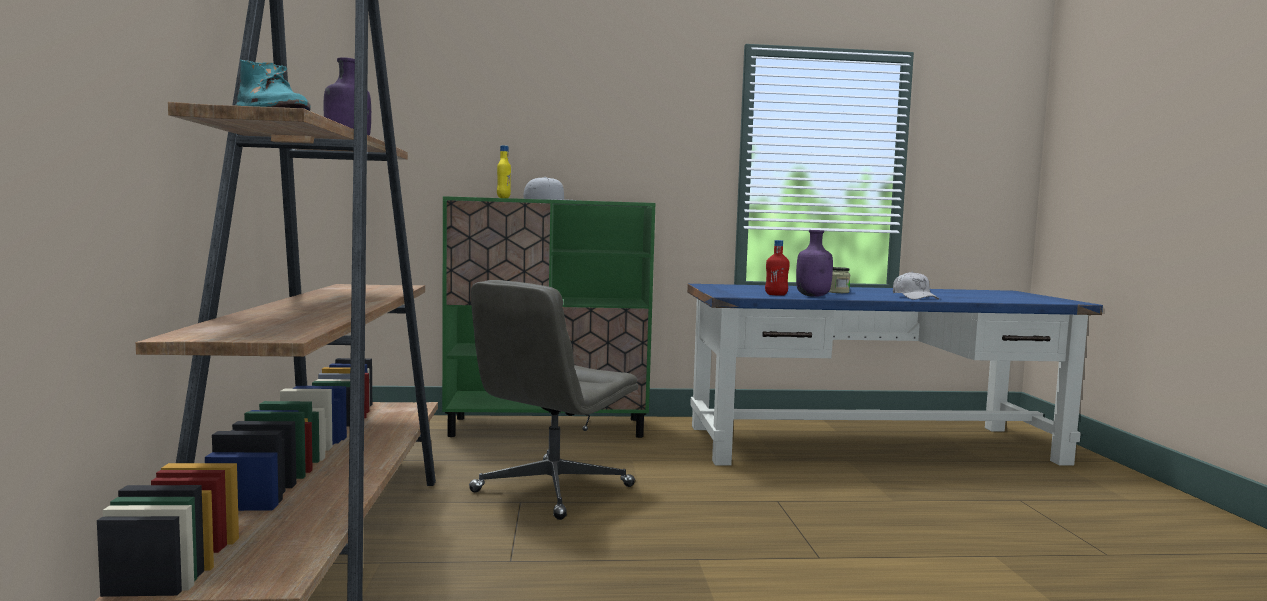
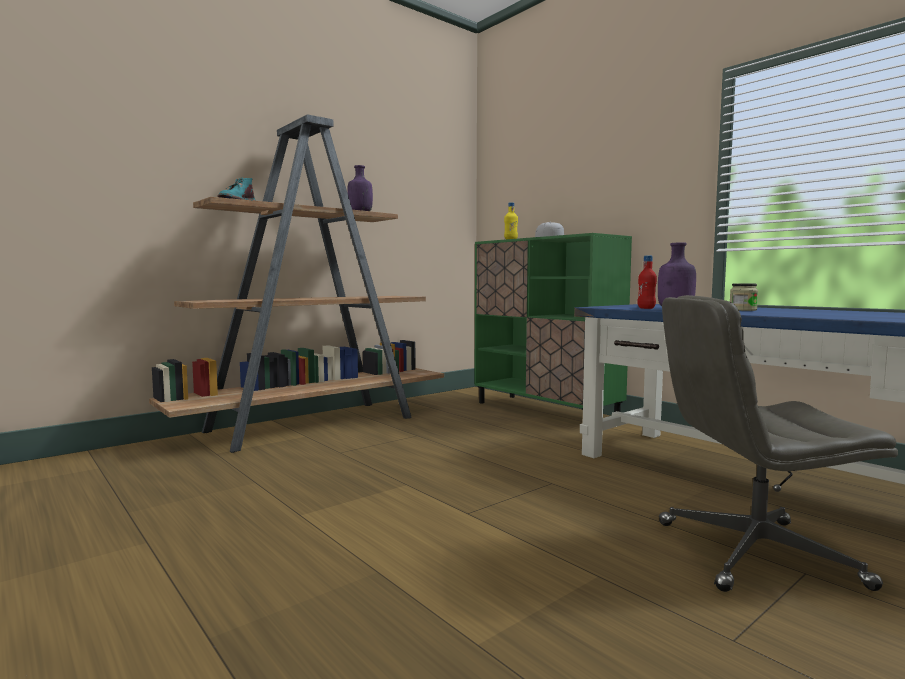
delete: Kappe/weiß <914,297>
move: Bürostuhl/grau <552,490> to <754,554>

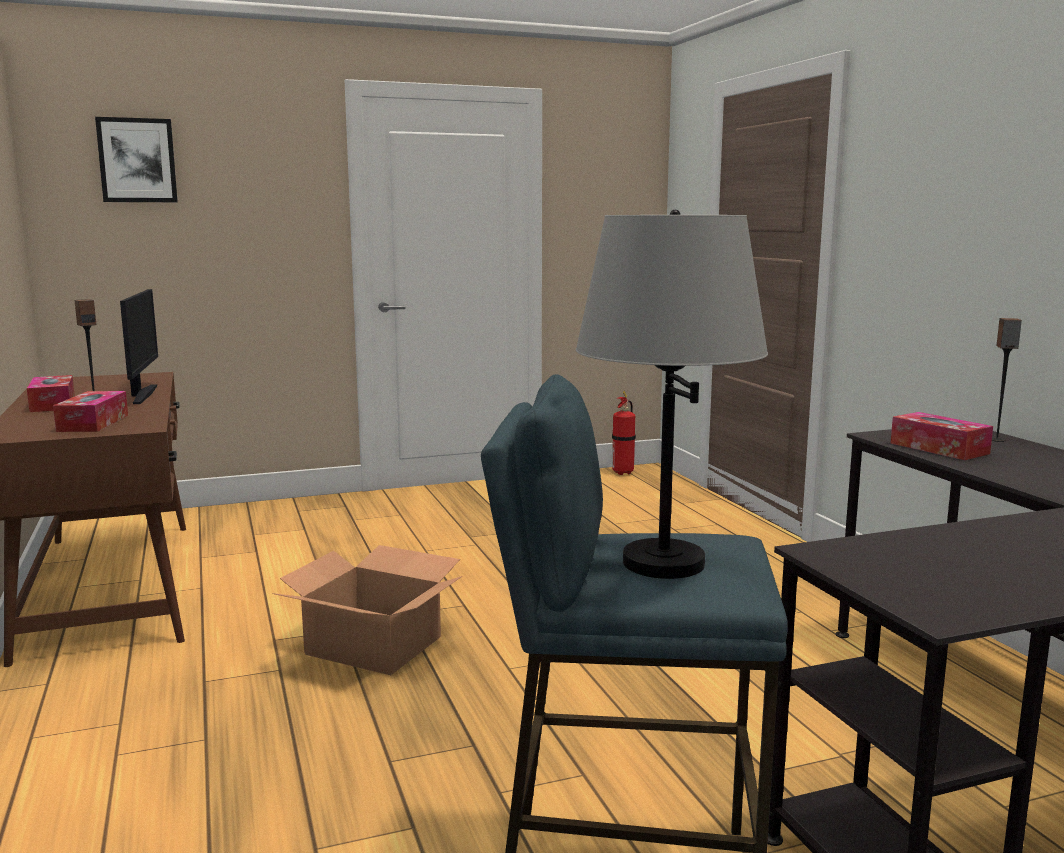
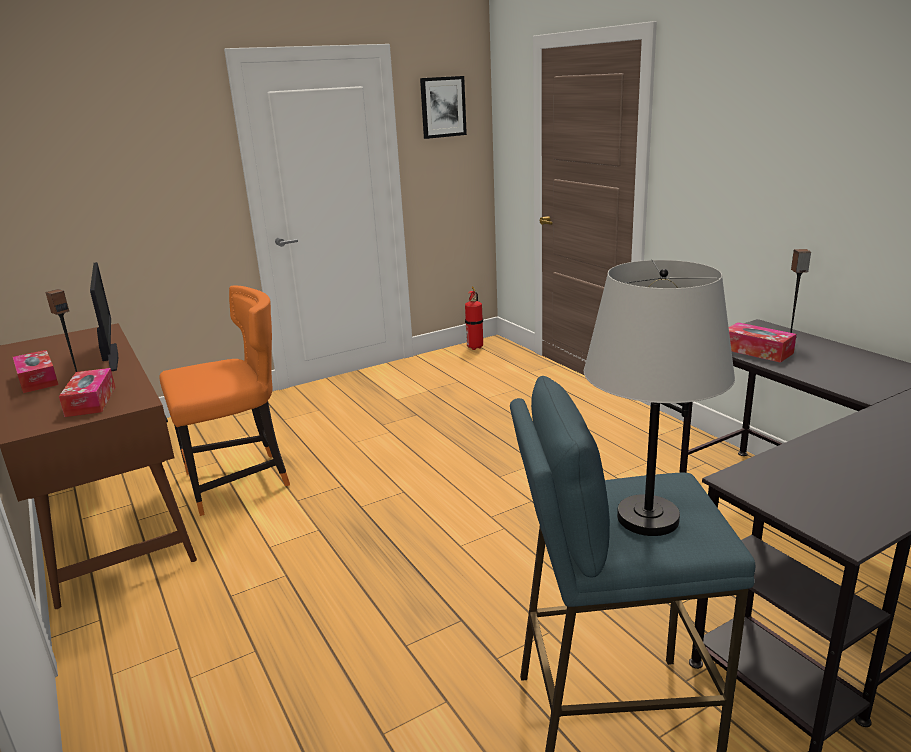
delete: Karton <374,645>
insert: Stuhl/orange <240,481>
move: Bild <137,160> to <443,107>

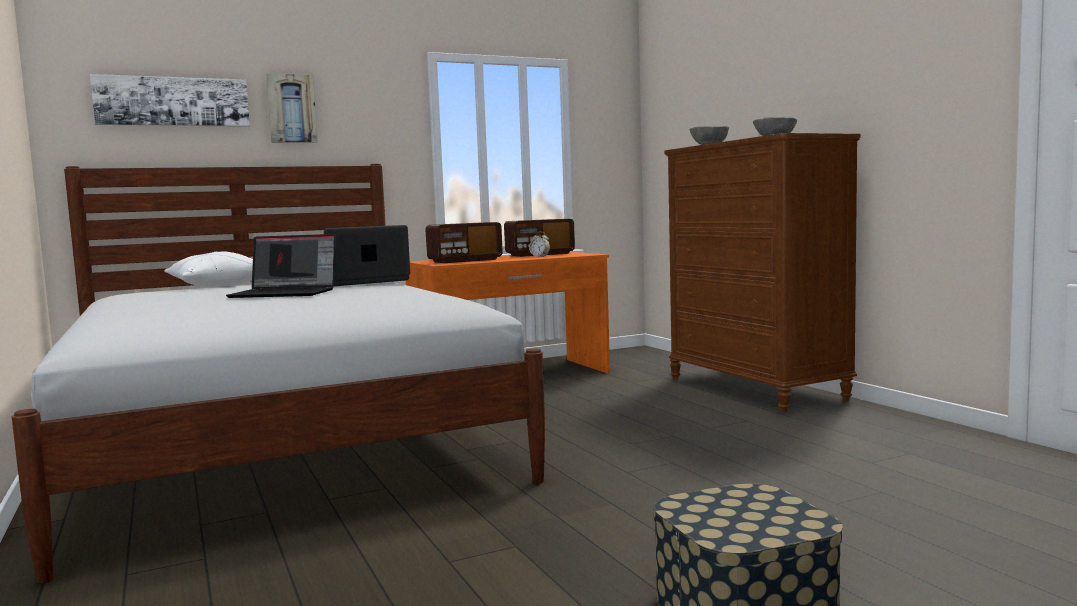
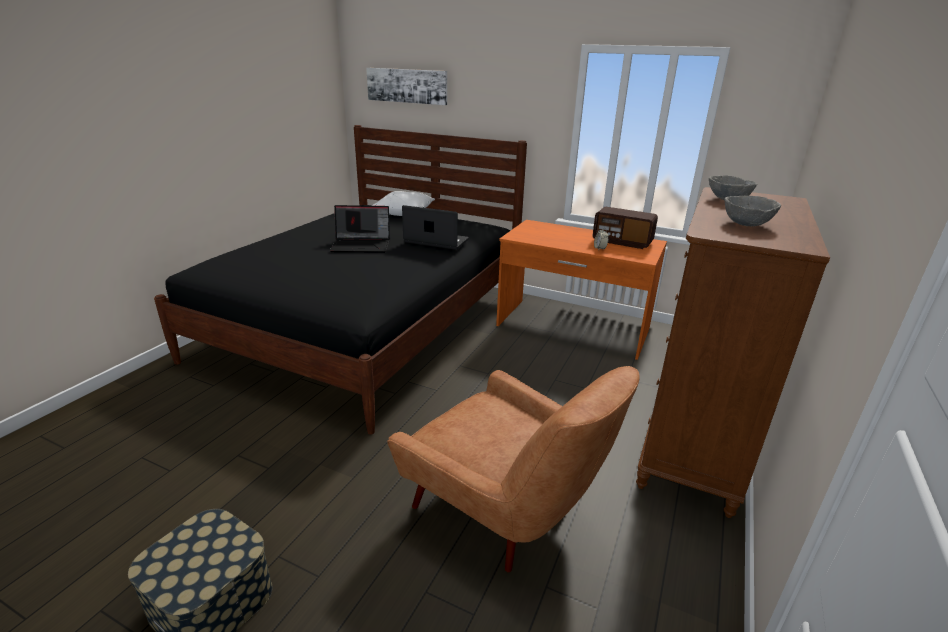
delete: Bild <291,109>; Radio <465,261>
insert: Sessel/braun <505,514>
recolor: Bett/weiß <280,443> to Bett/schwarz <368,323>
rotate: Laptop <286,293> = <362,245> 60 degrees counterclockwise

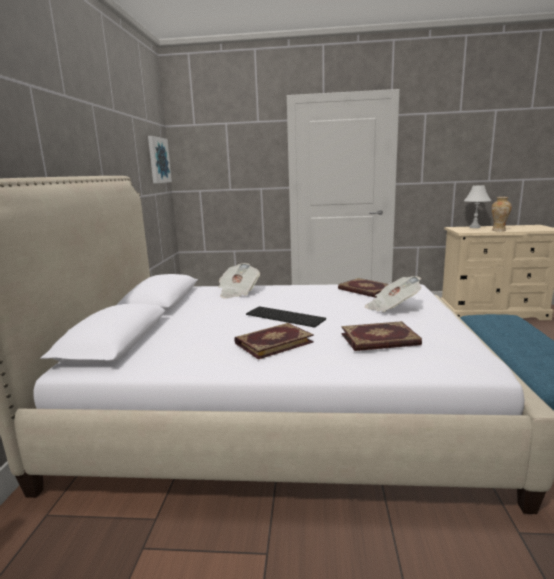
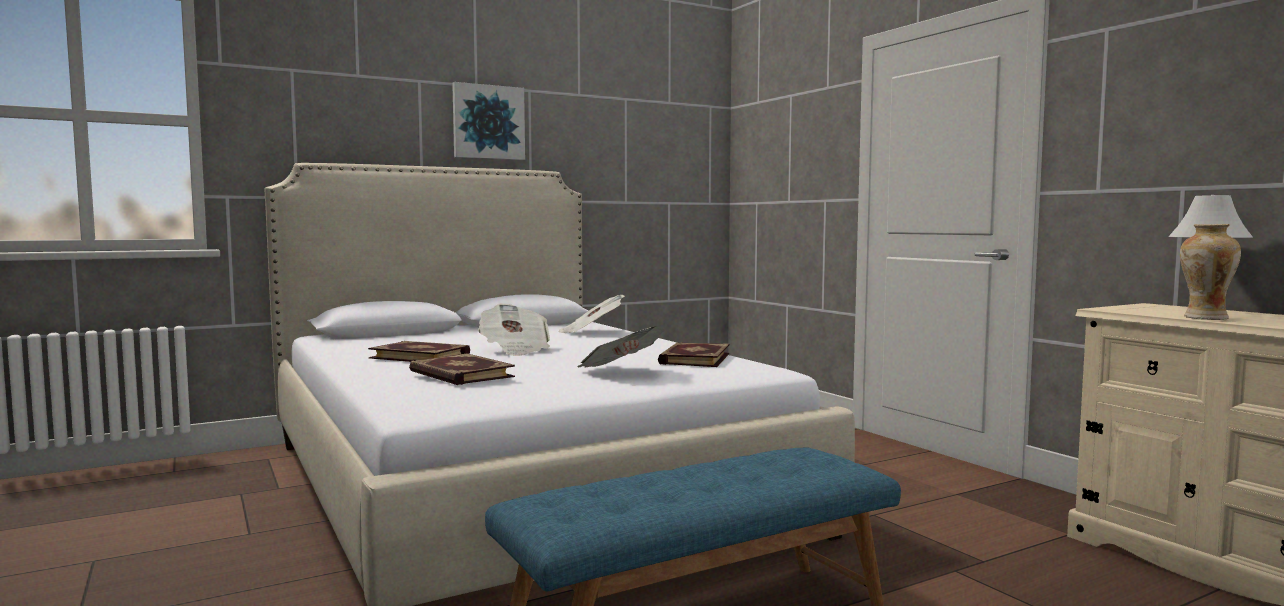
move: Bild <158,160> to <488,122>
replace: Tastatur <286,316> to Zeitung <515,350>

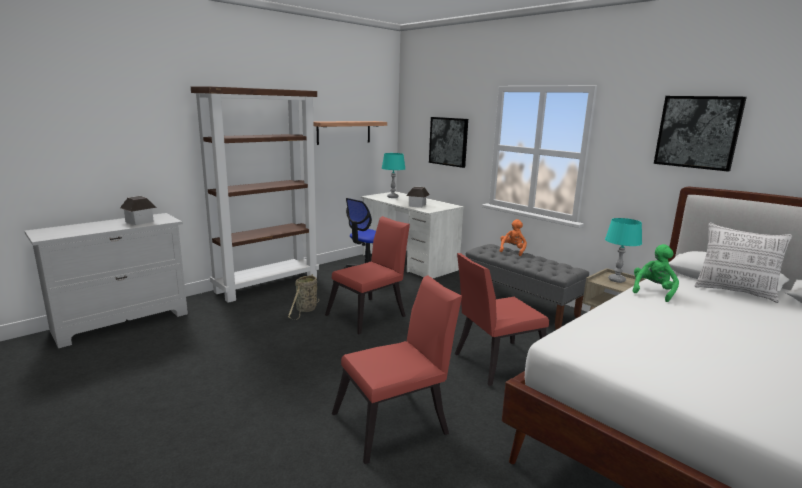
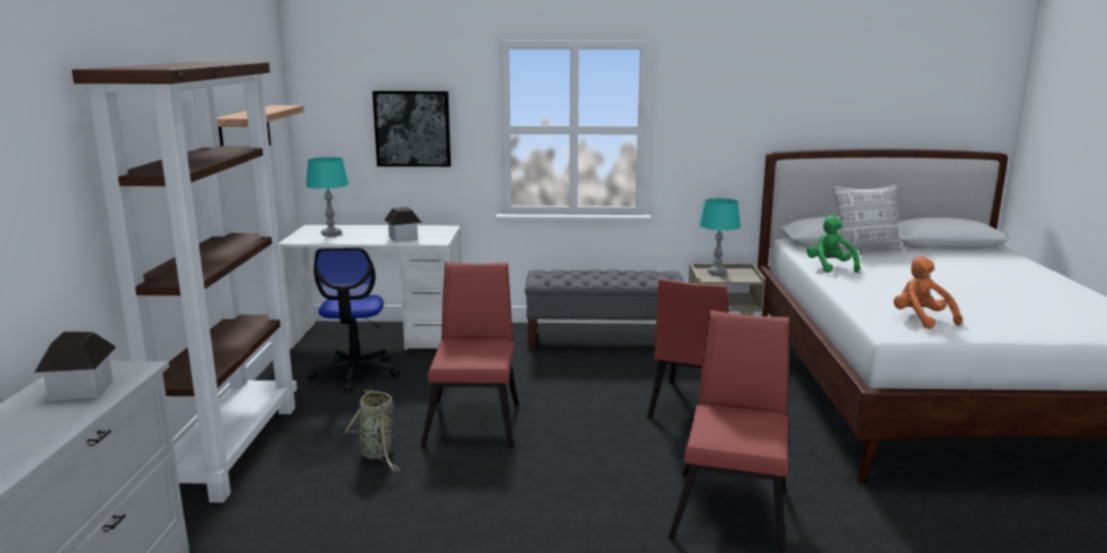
delete: Bild <697,132>
move: Plüschtier/orange <512,250> to <921,319>

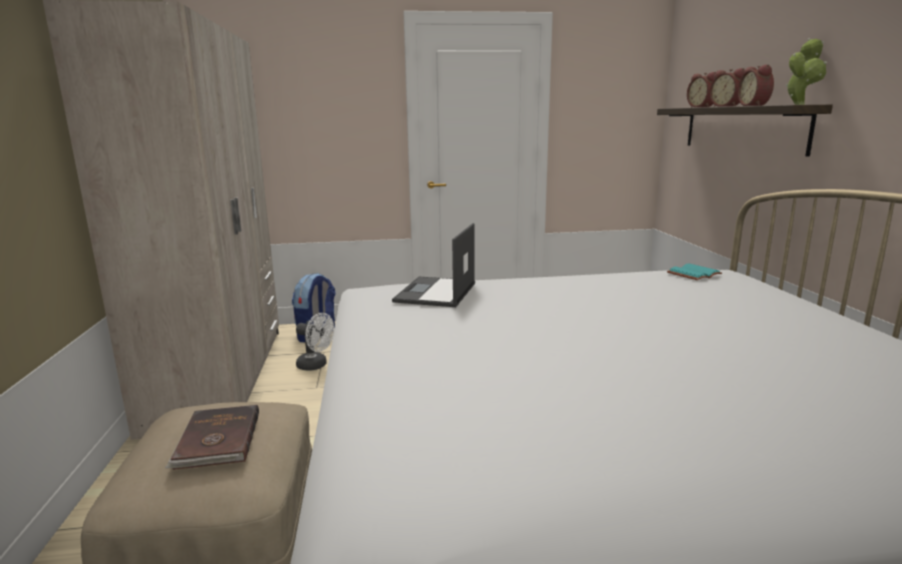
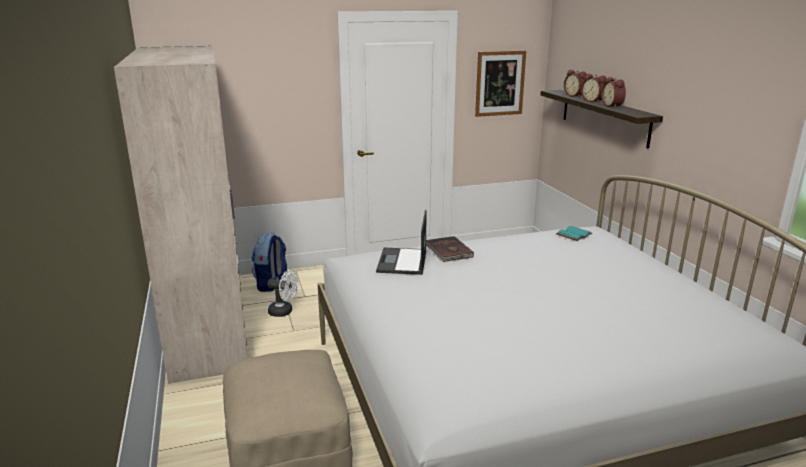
delete: Topfpflanze <800,104>
insert: Bild <500,83>
move: Buch/braun <217,440> to <448,251>

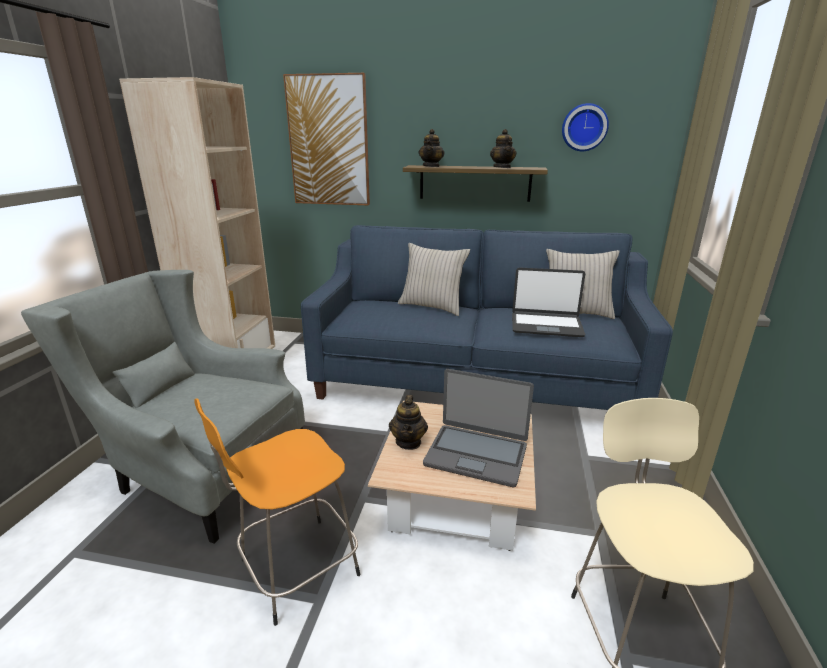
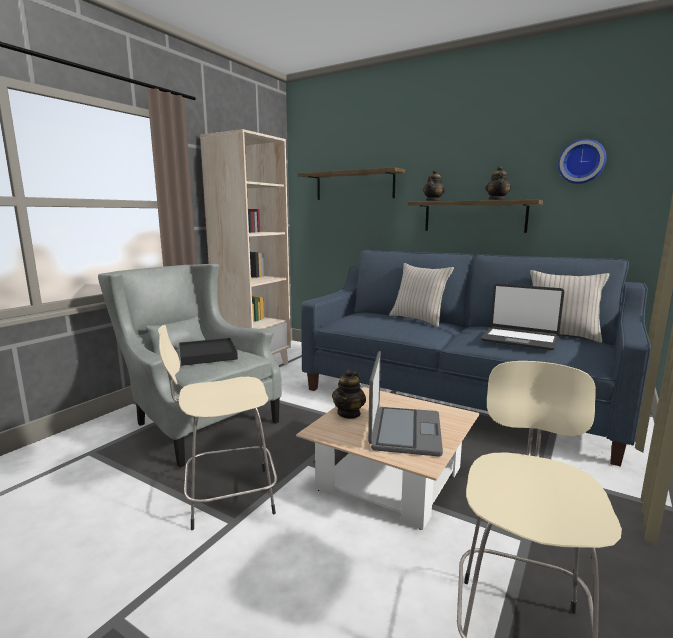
insert: Tablett/schwarz <207,354>
replace: Bild <329,141> to Wandregal <354,185>
recolor: Hocker/orange <295,569> to Hocker/beige <227,497>
rotate: Laptop <476,454> = <404,431> 120 degrees counterclockwise

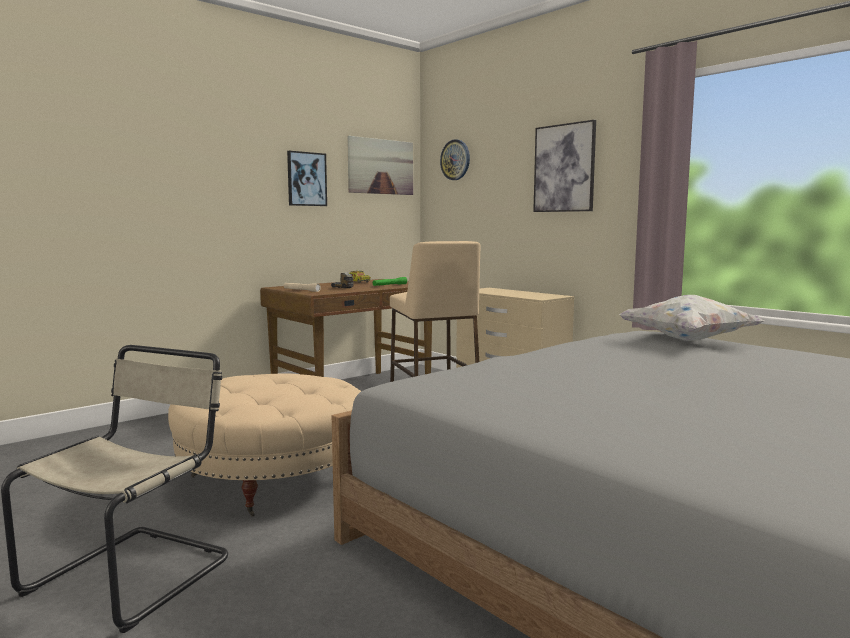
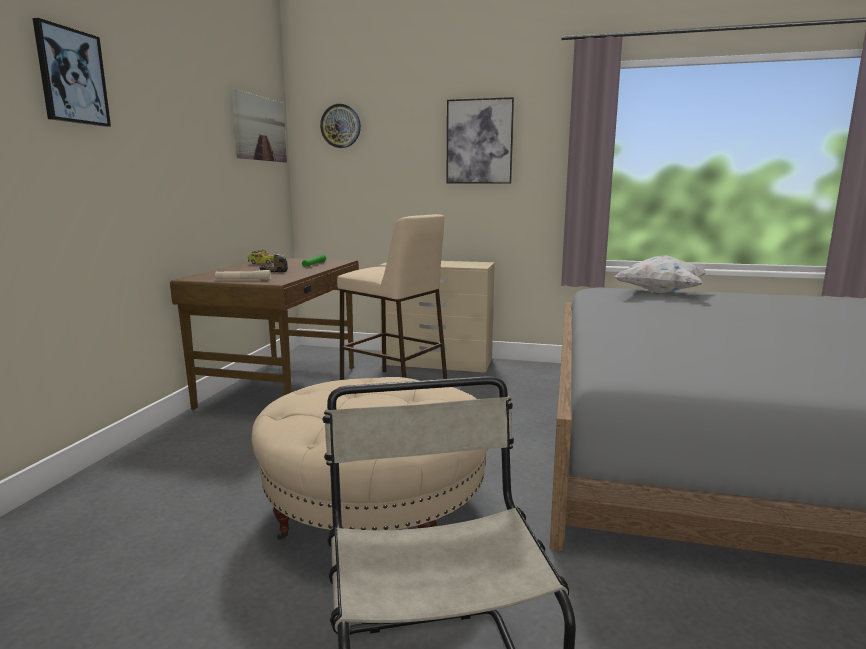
move: Bild <306,179> to <71,76>

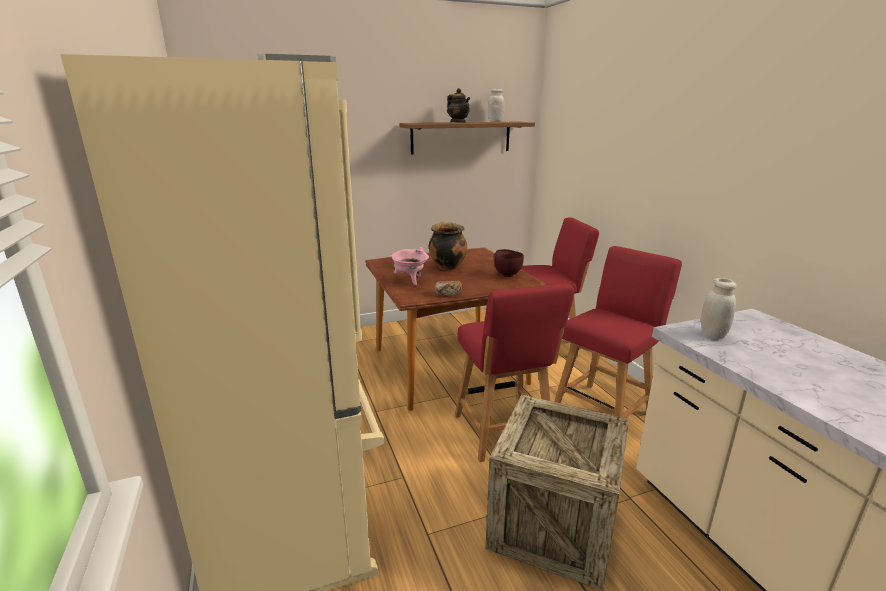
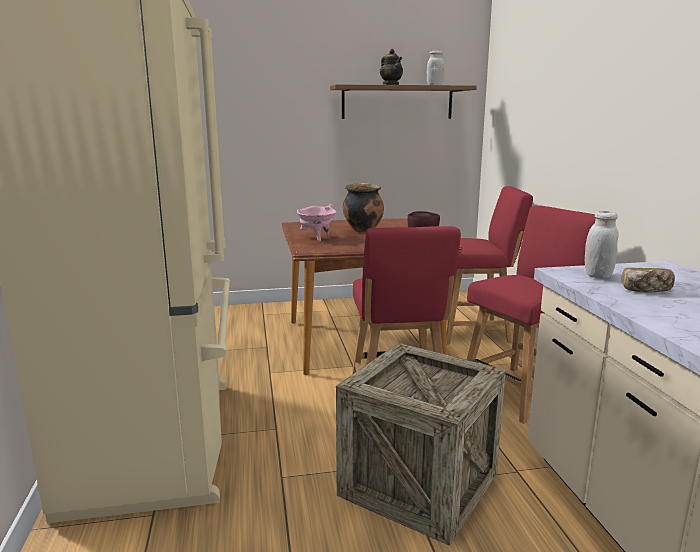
move: Brot <448,294> to <646,290>

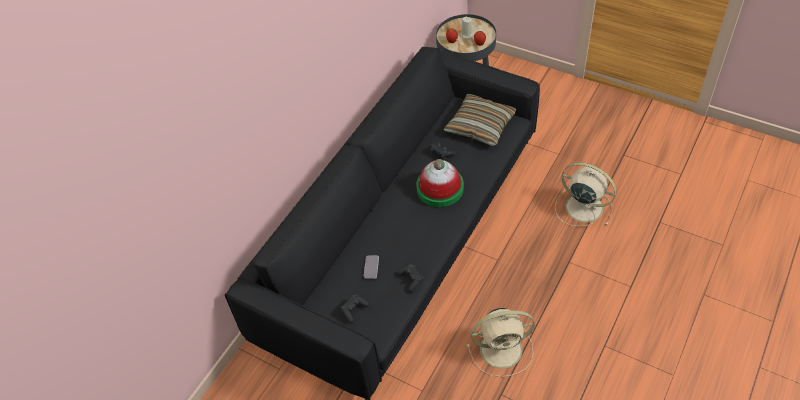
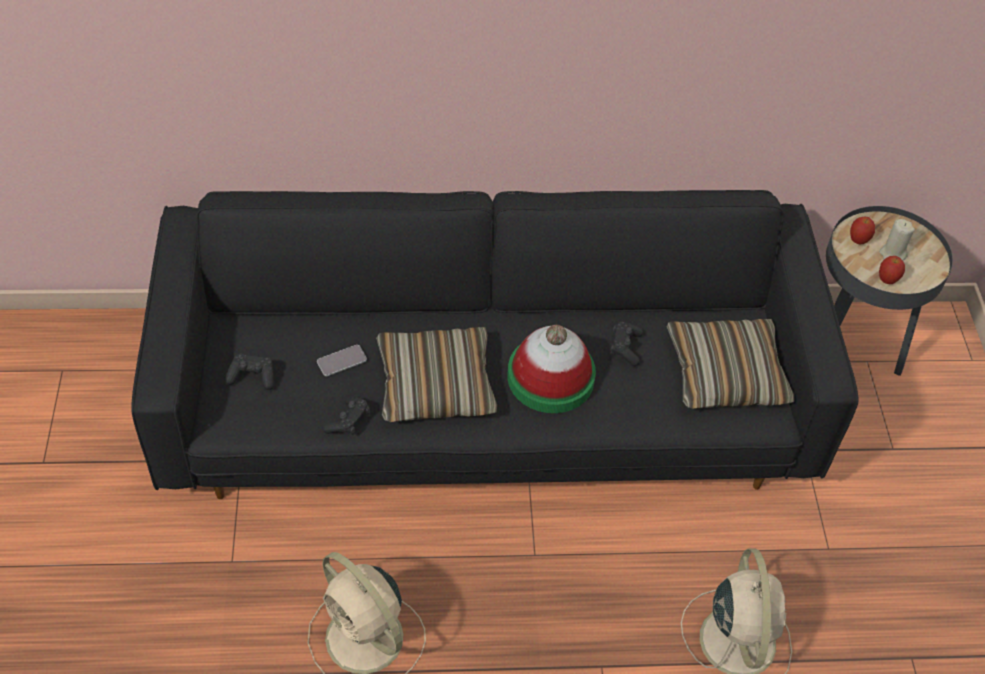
insert: Kissen <435,385>

